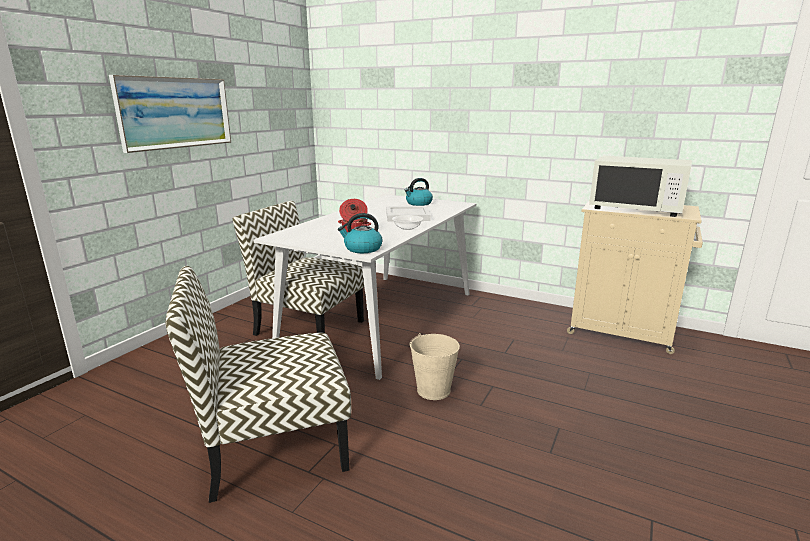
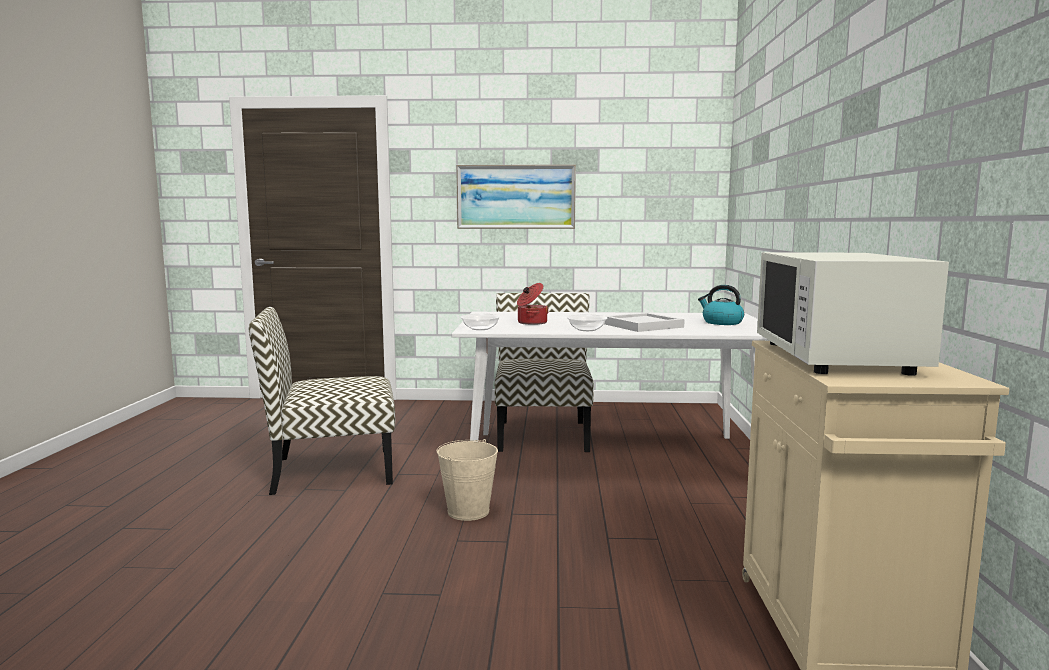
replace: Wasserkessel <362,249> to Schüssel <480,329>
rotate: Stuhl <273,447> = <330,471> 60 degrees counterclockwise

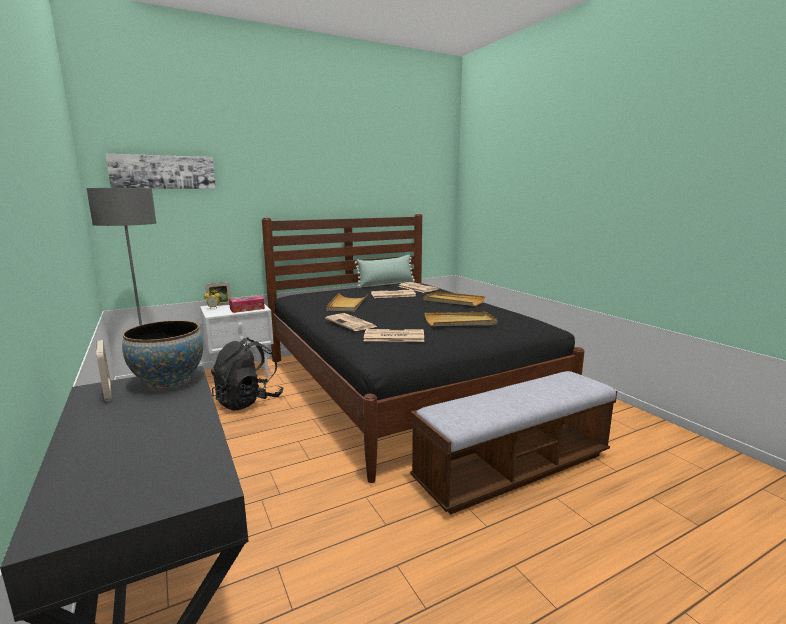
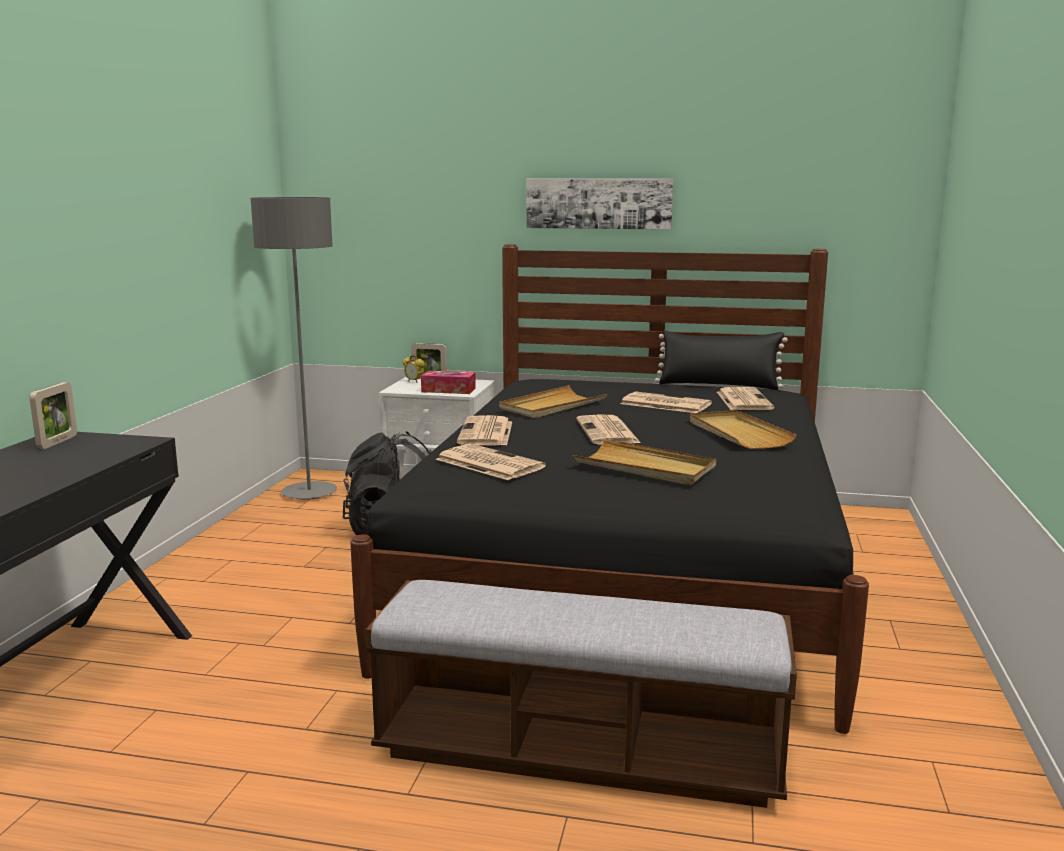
delete: Schüssel <169,381>
insert: Zeitung <608,432>
move: Bild <163,172> to <598,203>
recolor: Kissen/grün <386,284> to Kissen/schwarz <718,385>

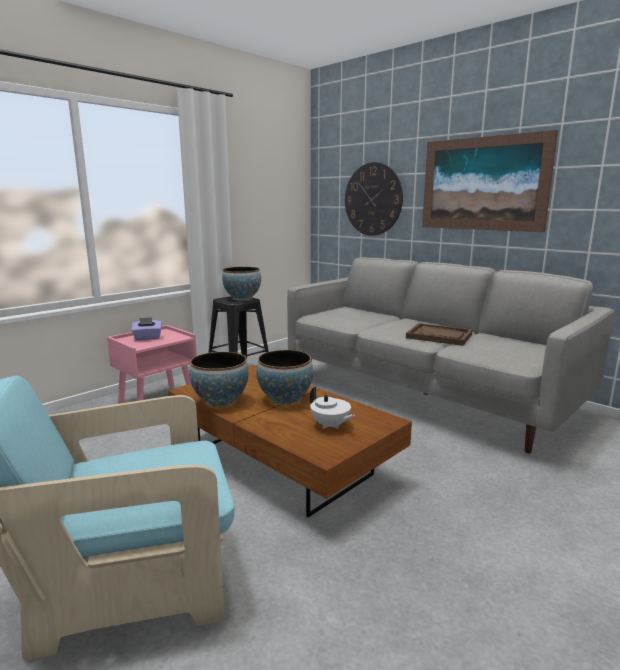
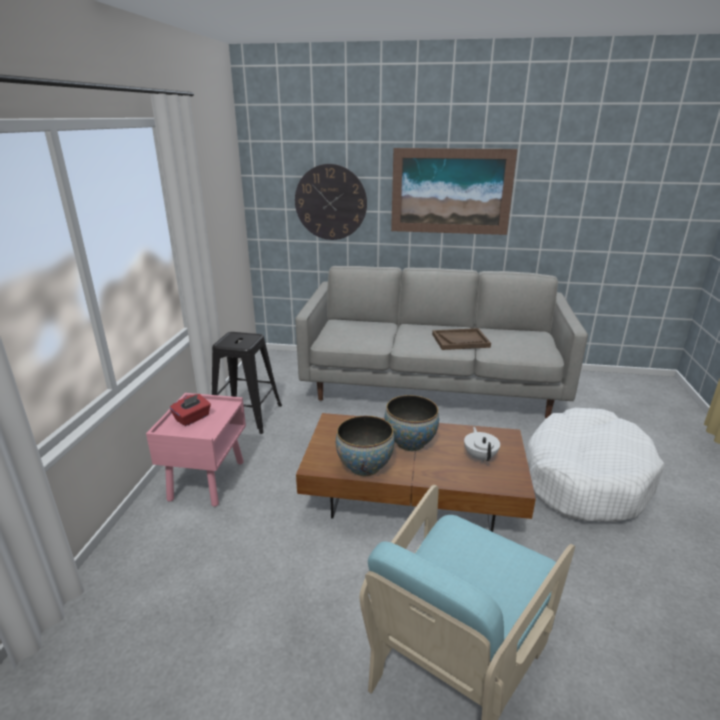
delete: Schüssel <242,298>
insert: Hundebett/weiß <585,477>
recolor: Taschentuchbox/lila <147,338> to Taschentuchbox/rot <192,418>
rotate: Teekanne/weiß <330,425> = <480,456> 105 degrees counterclockwise

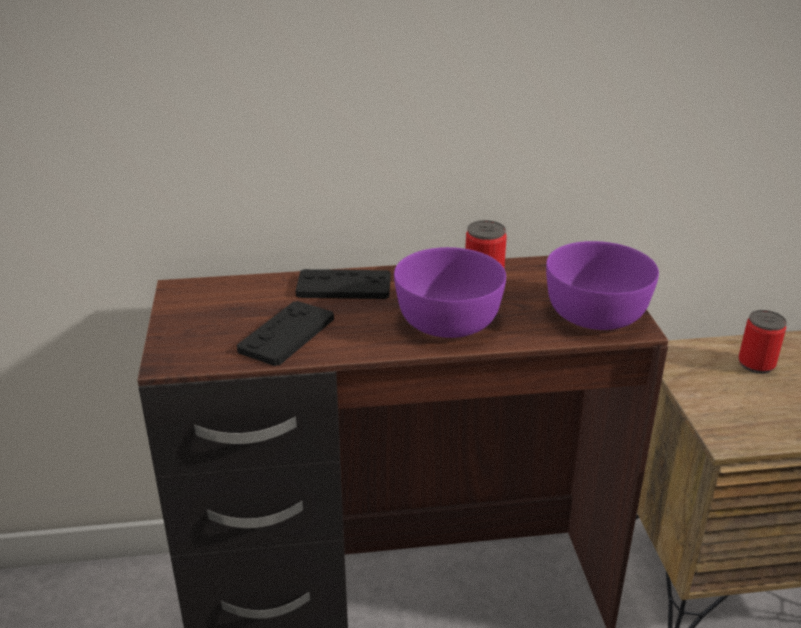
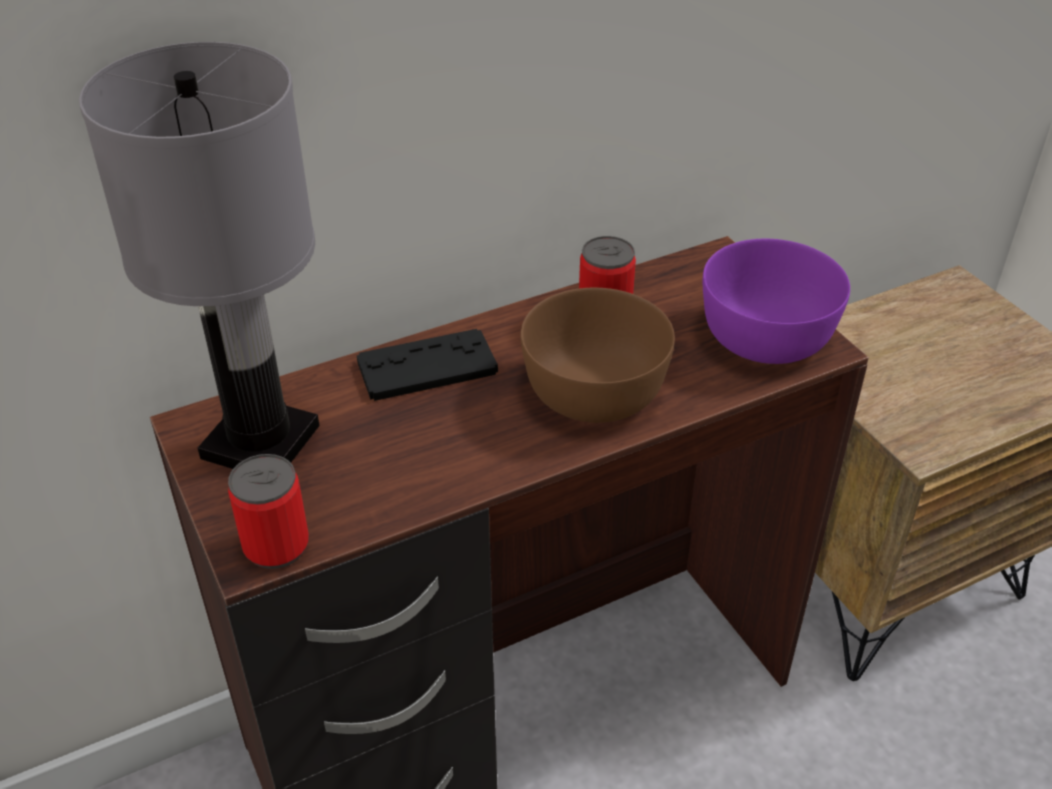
delete: Gamepad/schwarz <287,335>
insert: Tischlampe/grau <258,442>
move: Dose <756,364> to <276,546>
recolor: Schüssel/lila <448,321> to Schüssel/braun <595,392>

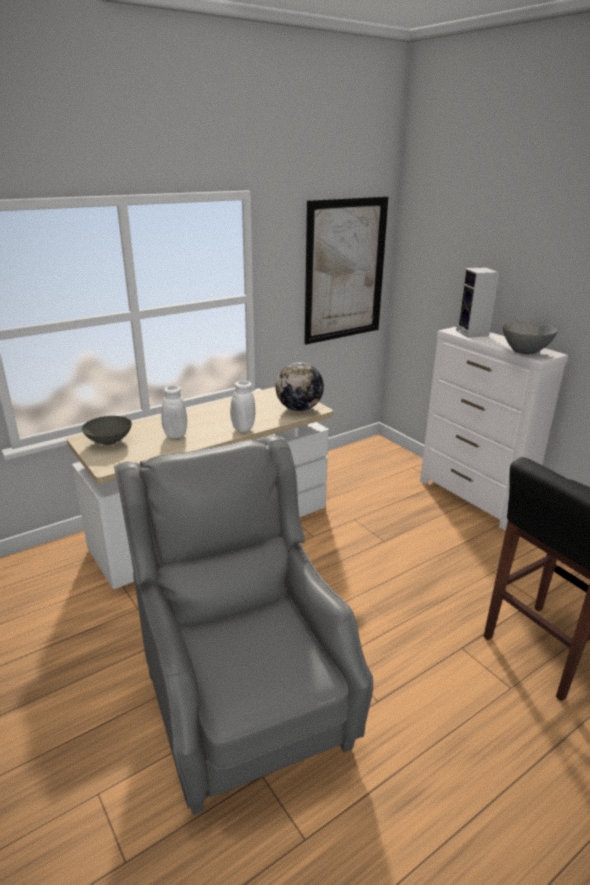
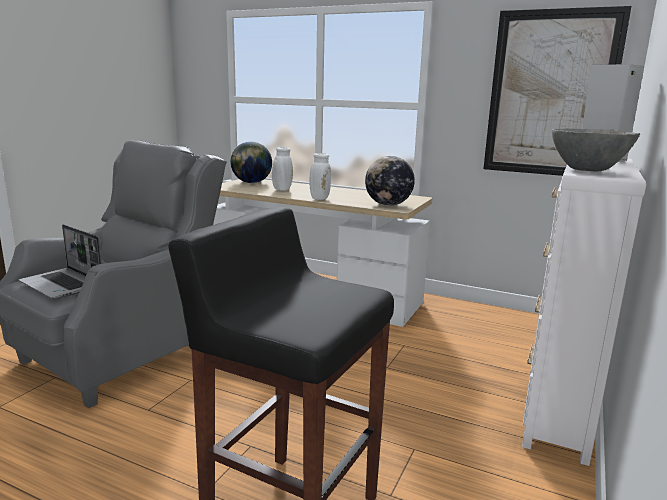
insert: Laptop <63,285>
replace: Schüssel/grau <109,442> to Globus <251,182>

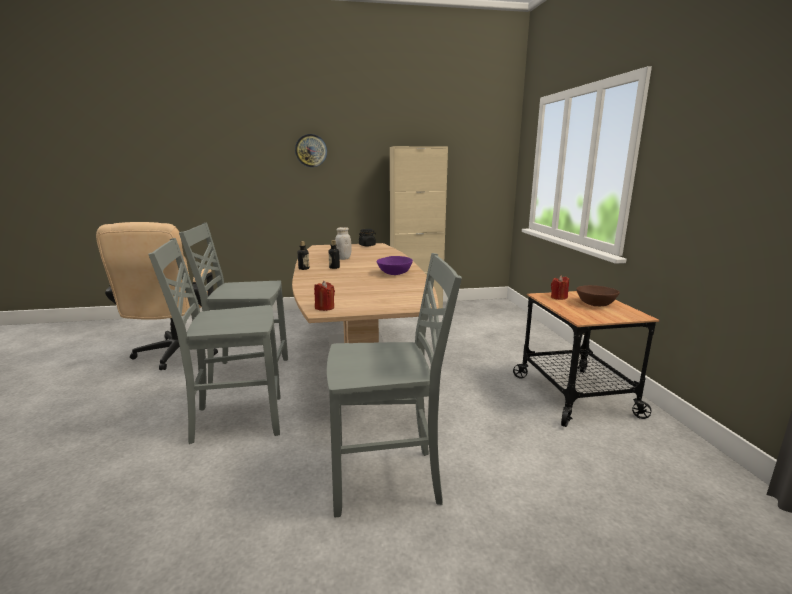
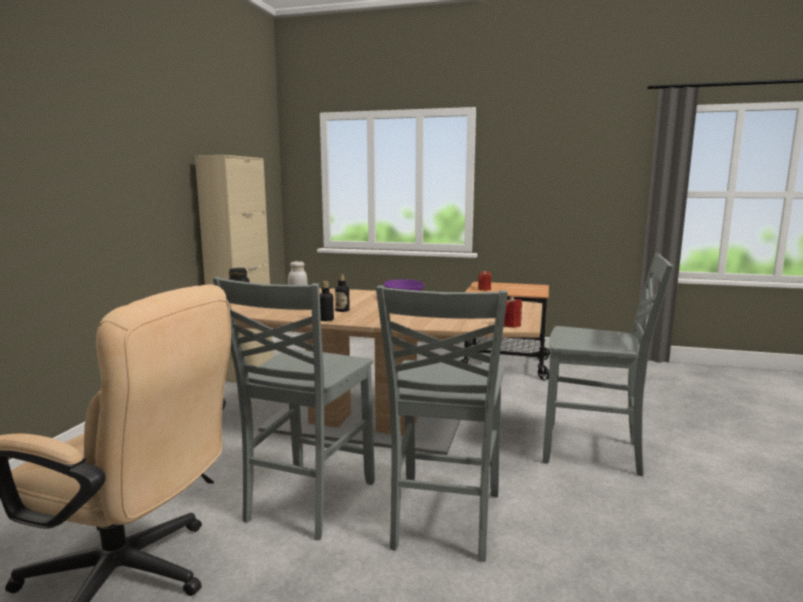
delete: Wanduhr <311,150>; Schüssel/braun <595,304>
rotate: Stuhl/grau <388,480> = <593,452> 90 degrees clockwise

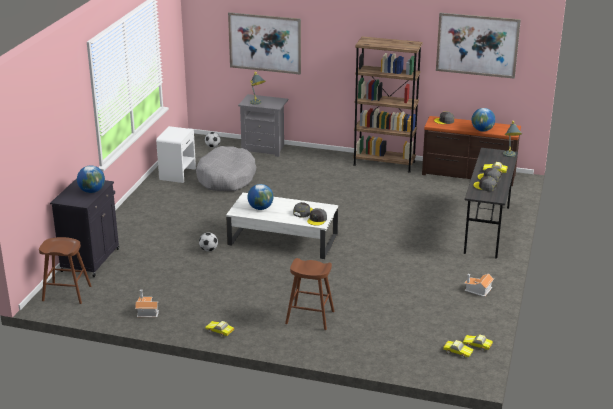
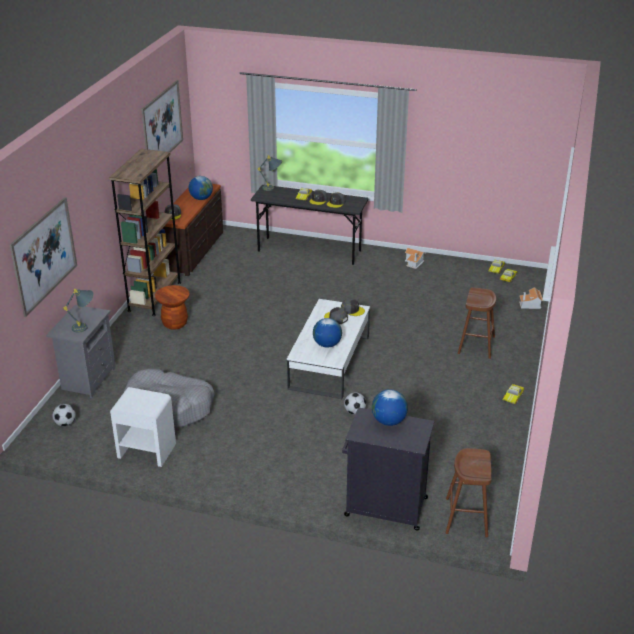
insert: Hocker/braun <175,323>
move: Spielzeughaus <146,311> to <530,304>

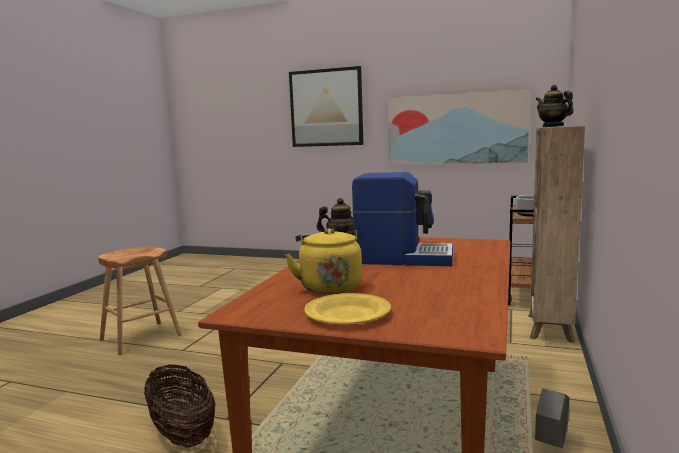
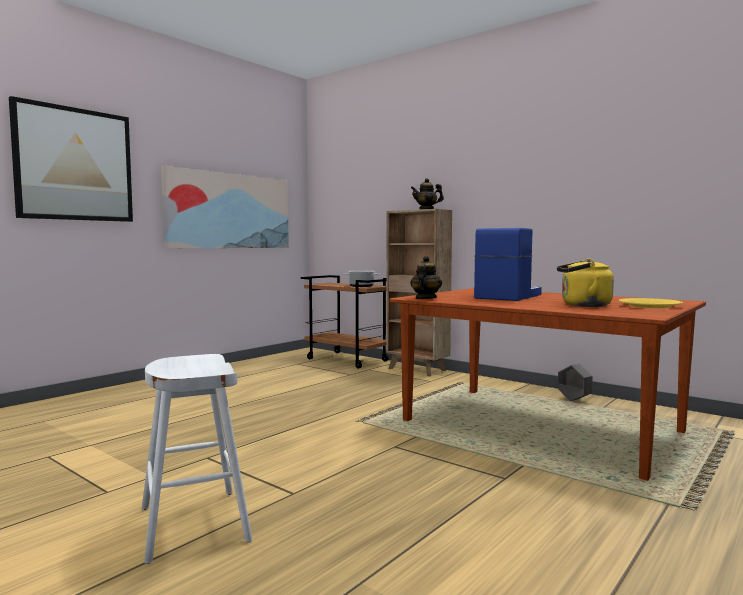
delete: Korb <182,434>
recolor: Hocker/braun <140,338> to Hocker/weiß <194,524>

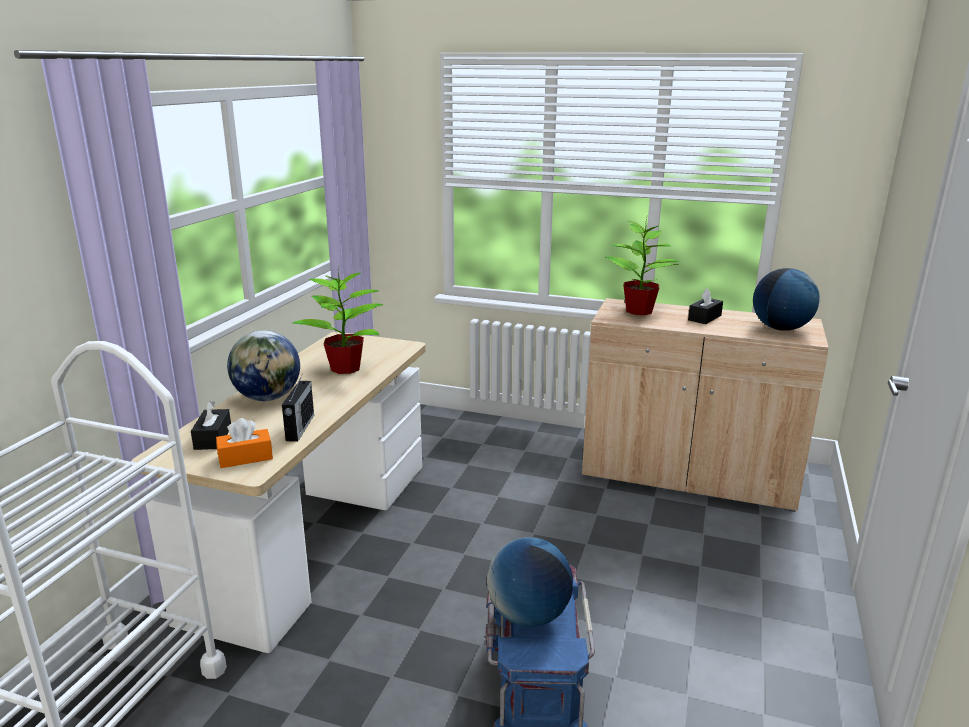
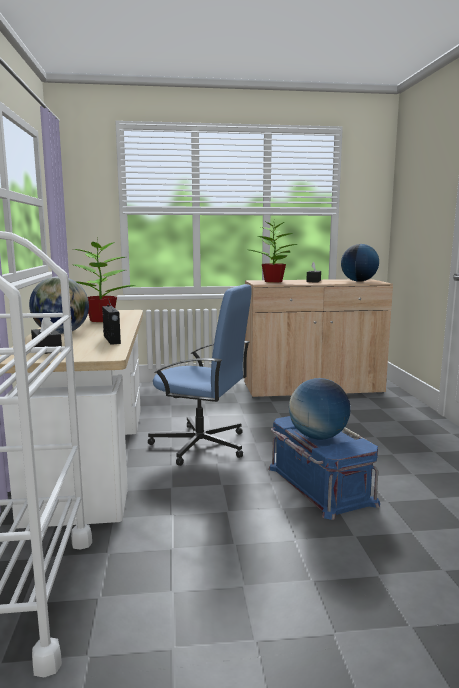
delete: Taschentuchbox/orange <245,457>
insert: Bürostuhl/blau <201,445>

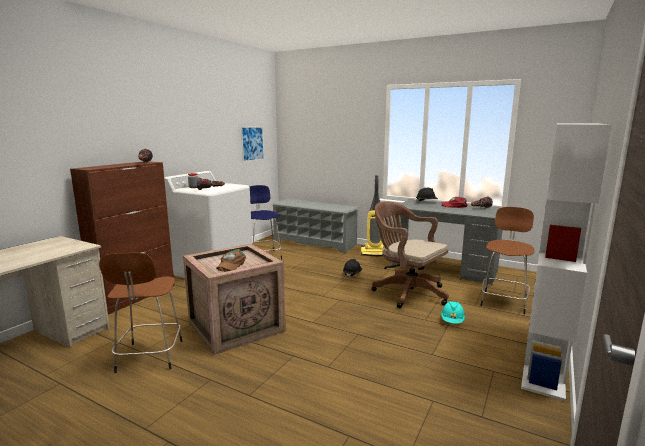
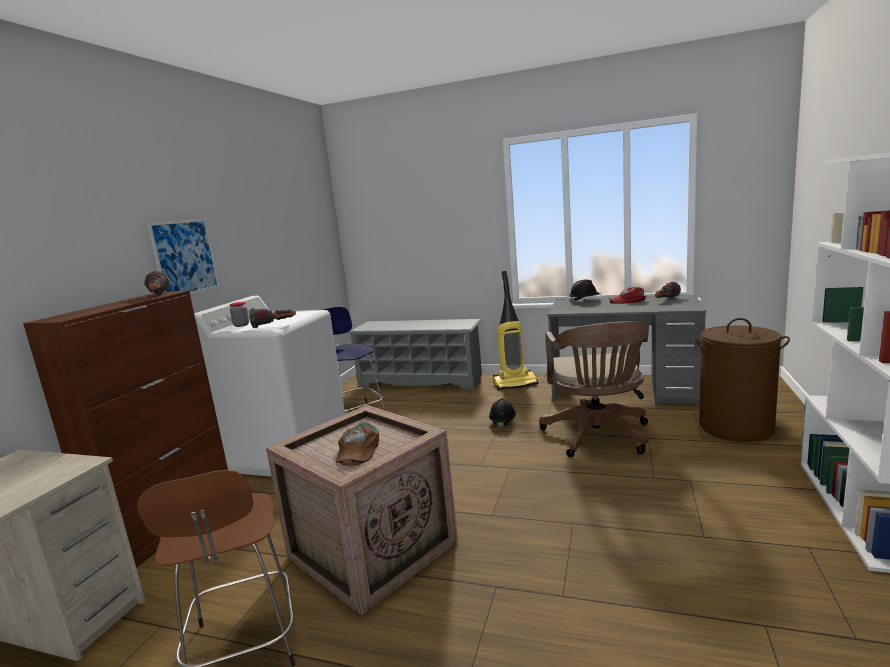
delete: Schutzhelm/türkis <452,321>
move: Bild <252,143> to <185,257>
replace: Hocker/braun <503,301> to Wäschekorb/braun <736,427>
rotate: Bürostuhl/braun <407,292> = <598,437> 120 degrees counterclockwise

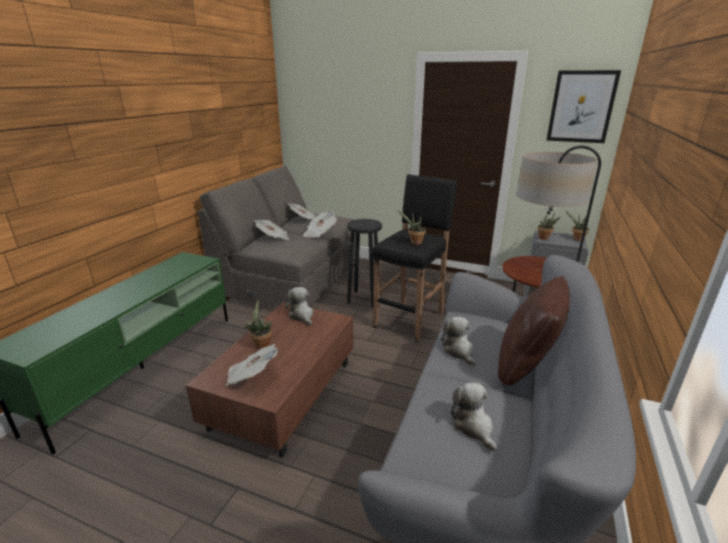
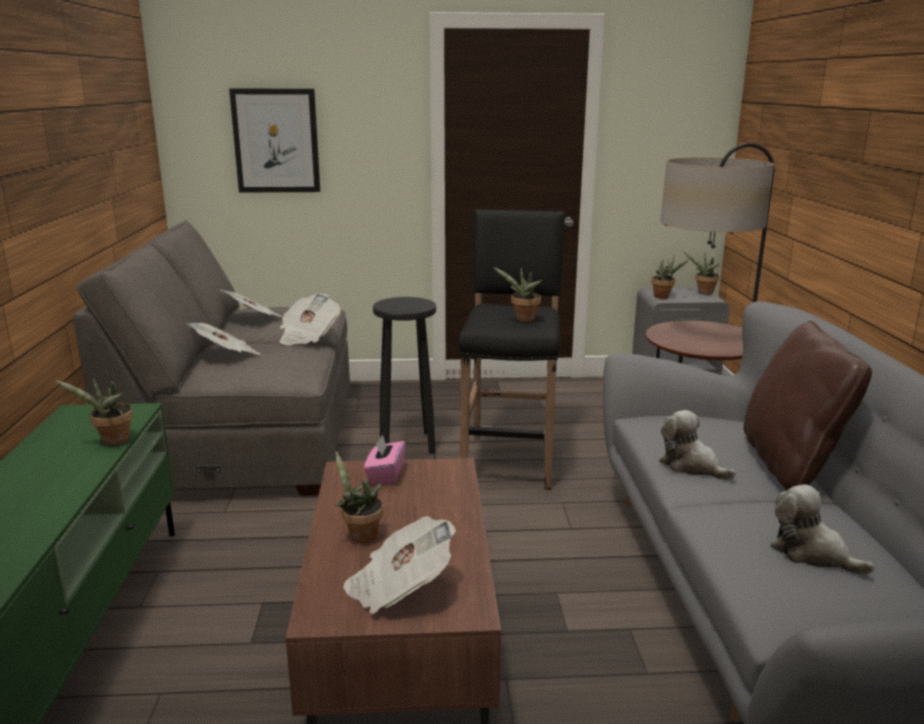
insert: Topfpflanze <112,441>
move: Bild <581,107> to <276,141>
replace: Plüschtier <301,316> to Taschentuchbox/rosa <385,475>

